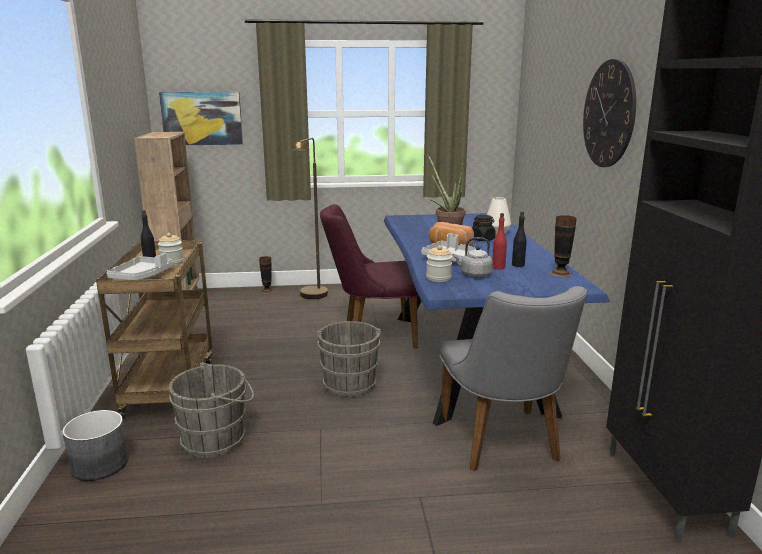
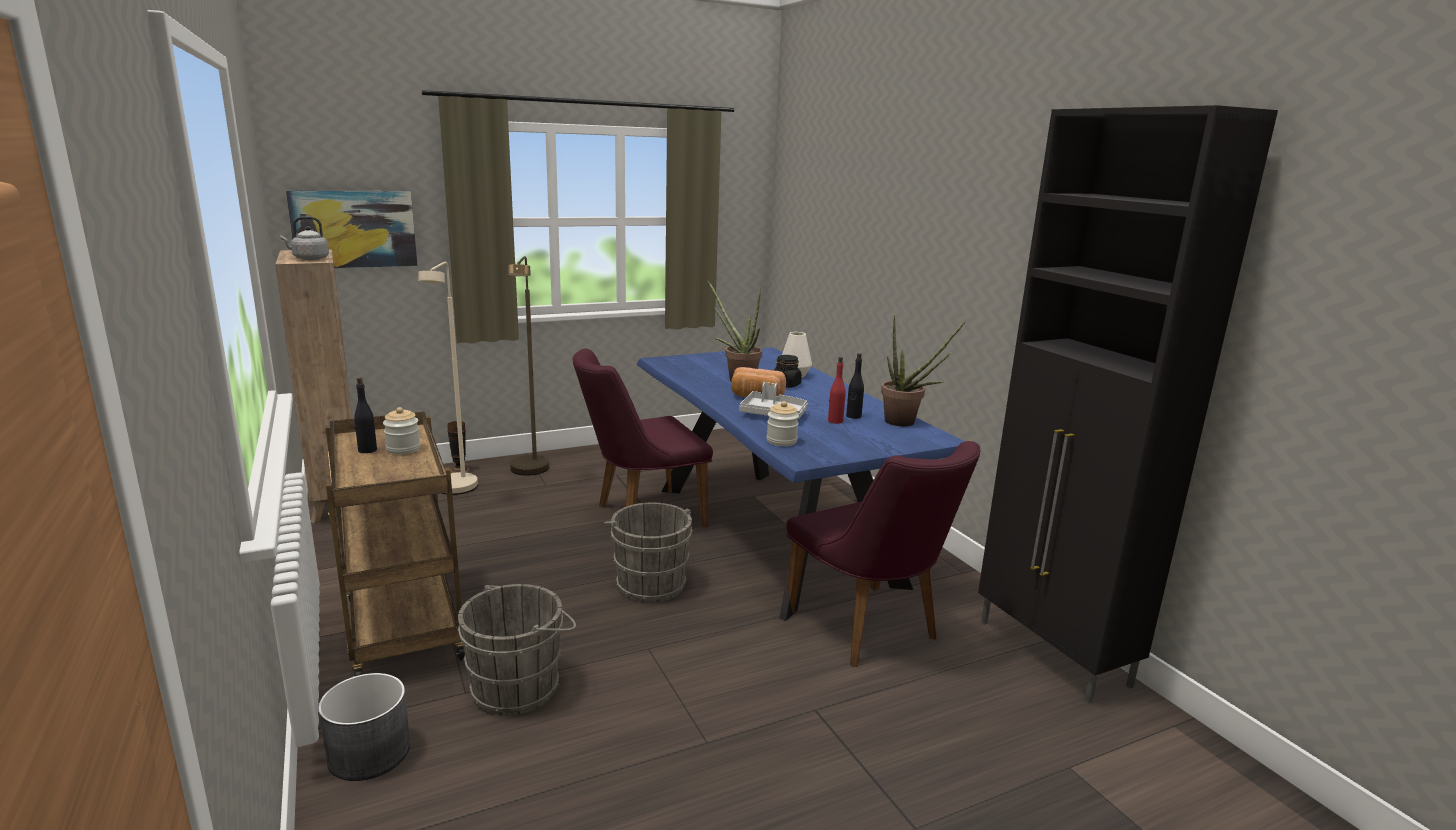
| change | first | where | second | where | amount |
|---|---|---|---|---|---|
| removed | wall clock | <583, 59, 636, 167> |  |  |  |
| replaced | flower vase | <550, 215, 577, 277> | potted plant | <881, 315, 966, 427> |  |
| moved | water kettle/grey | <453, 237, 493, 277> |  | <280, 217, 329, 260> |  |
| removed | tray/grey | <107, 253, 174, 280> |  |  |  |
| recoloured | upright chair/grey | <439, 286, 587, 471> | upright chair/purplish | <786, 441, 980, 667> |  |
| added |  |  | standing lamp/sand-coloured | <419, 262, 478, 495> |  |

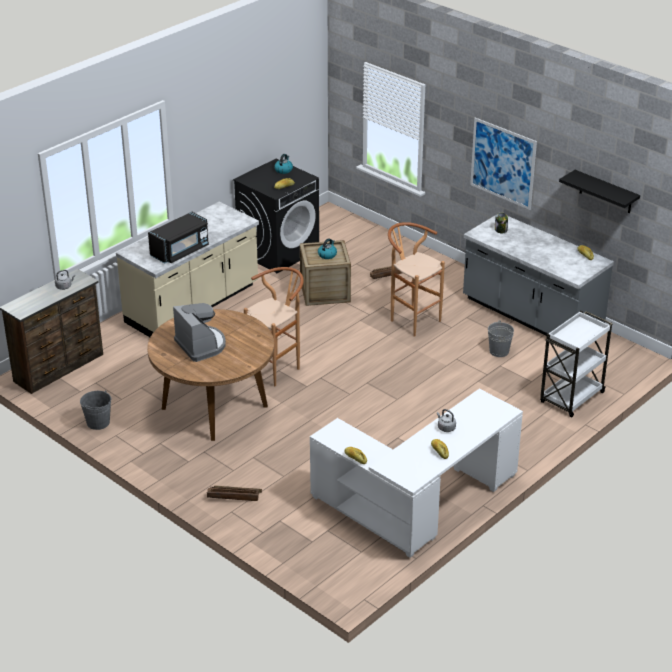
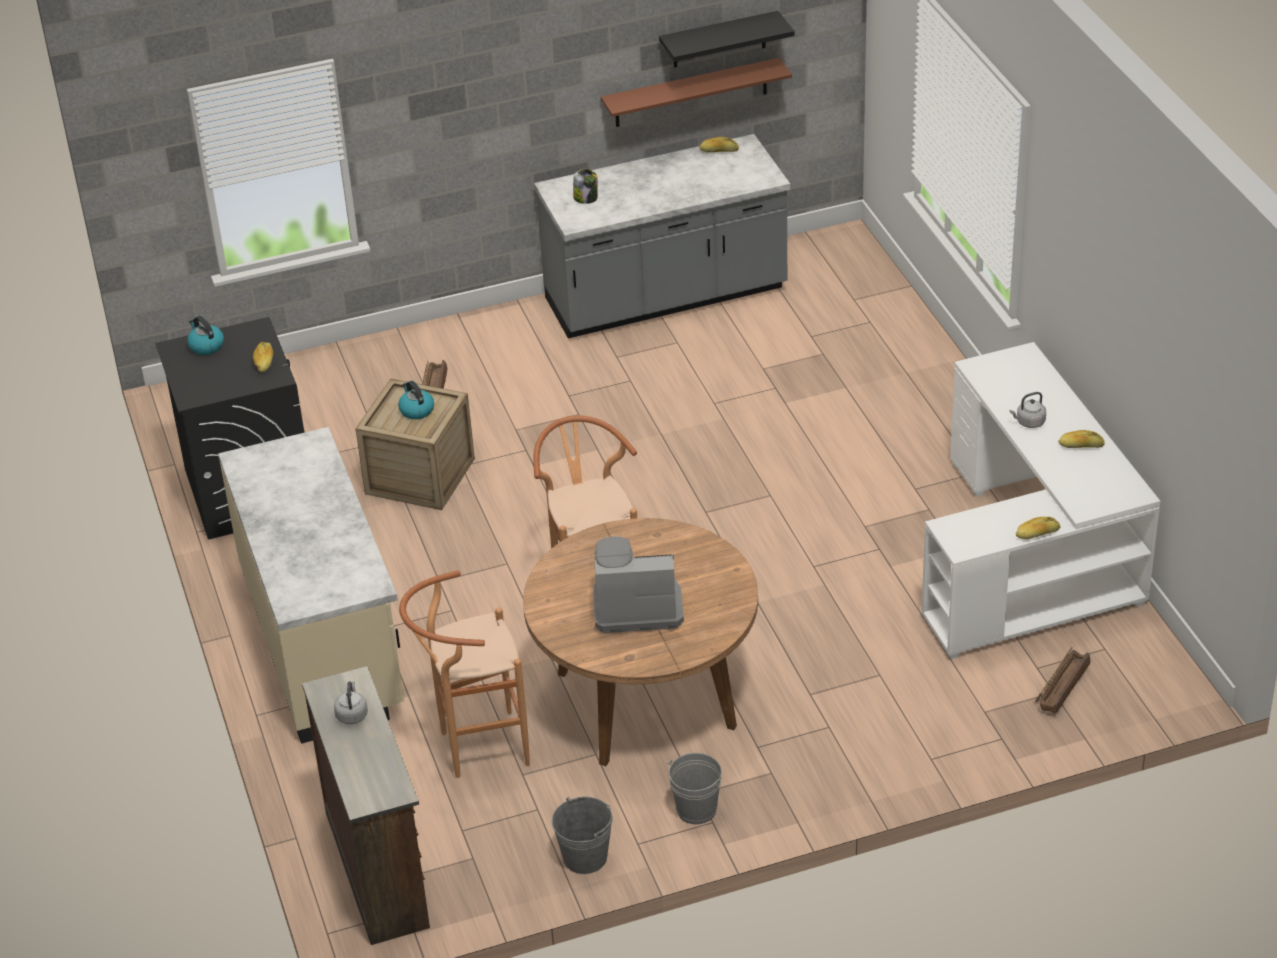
| change | first | where | second | where | amount |
|---|---|---|---|---|---|
| removed | wall picture | <470, 118, 537, 210> |  |  |  |
| removed | kitchen microwave/black | <148, 212, 209, 263> |  |  |  |
| moved | stool seat/brown-coloured | <388, 222, 445, 337> |  | <399, 570, 530, 778> |  |
| removed | wheeled cart/white | <540, 311, 613, 417> |  |  |  |
| moved | water bucket/grey | <488, 320, 514, 357> |  | <667, 753, 722, 825> |  |
| moved | packing crate | <207, 486, 262, 501> |  | <1035, 647, 1090, 713> |  |
| added |  |  | shelf/brown-coloured | <601, 58, 792, 127> |  |

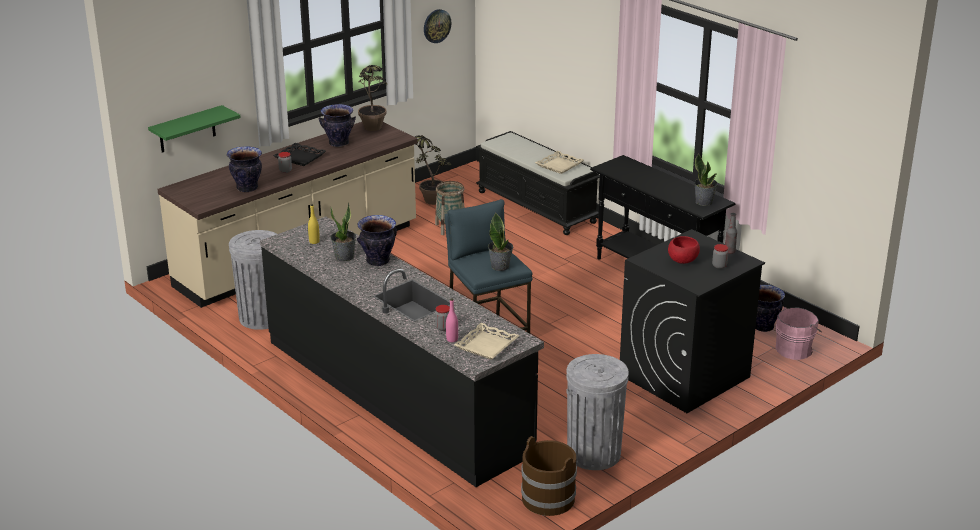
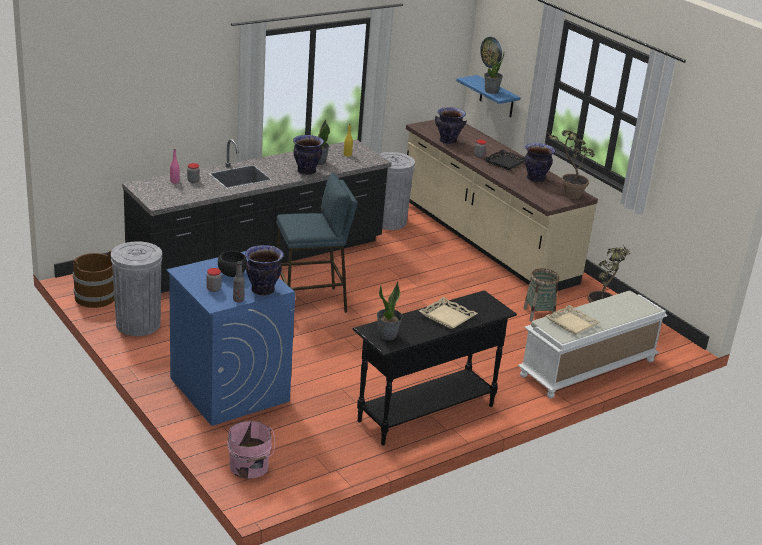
| change | first | where | second | where | amount |
|---|---|---|---|---|---|
| moved | wall clock | <424, 9, 451, 43> |  | <480, 37, 502, 68> |  |
| recoloured | shelf/green-coloured | <148, 105, 241, 153> | shelf/blue-coloured | <456, 75, 520, 118> |  |
| recoloured | long seat/black | <476, 131, 600, 235> | long seat/white | <518, 291, 668, 399> |  |
| moved | potted plant | <488, 213, 513, 271> |  | <484, 50, 504, 94> |  |
| recoloured | laundry appliance/black | <620, 229, 765, 413> | laundry appliance/blue-coloured | <166, 251, 295, 426> |  |
| recoloured | bowl/red | <668, 236, 700, 264> | bowl/black | <218, 251, 247, 277> |  |
| moved | flower vase | <755, 285, 785, 332> |  | <245, 245, 284, 296> |  |
| moved | tray/sand-coloured | <454, 323, 520, 360> |  | <419, 297, 478, 329> |  |

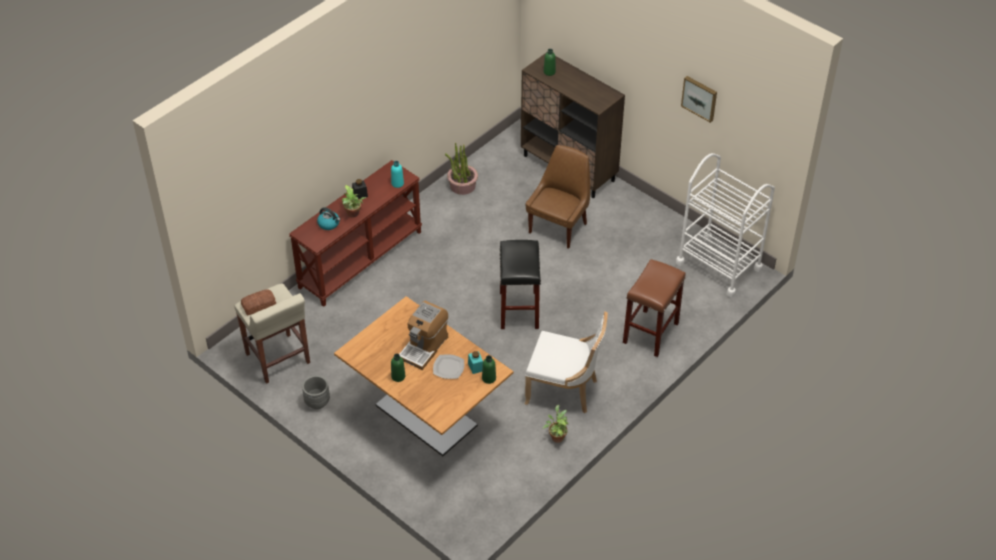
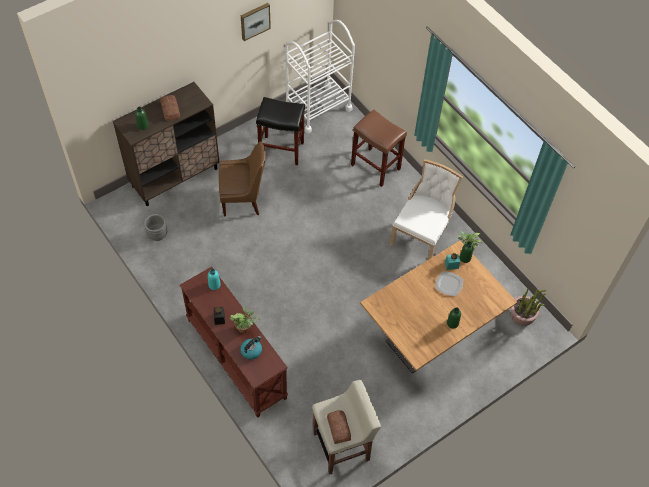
| change | first | where | second | where | amount |
|---|---|---|---|---|---|
| moved | potted plant | <445, 143, 478, 195> |  | <511, 288, 546, 326> |  |
| turned | upright chair/brown-coloured | <526, 145, 590, 249> |  | <219, 141, 266, 216> | 135 degrees clockwise |
| moved | stool seat/black | <500, 240, 541, 329> |  | <256, 97, 305, 165> |  |
| removed | coffee maker | <399, 301, 448, 370> |  |  |  |
| moved | plant pot/grey | <302, 375, 330, 409> |  | <144, 214, 167, 241> |  |
| added |  |  | baked bread | <160, 95, 180, 121> |  |

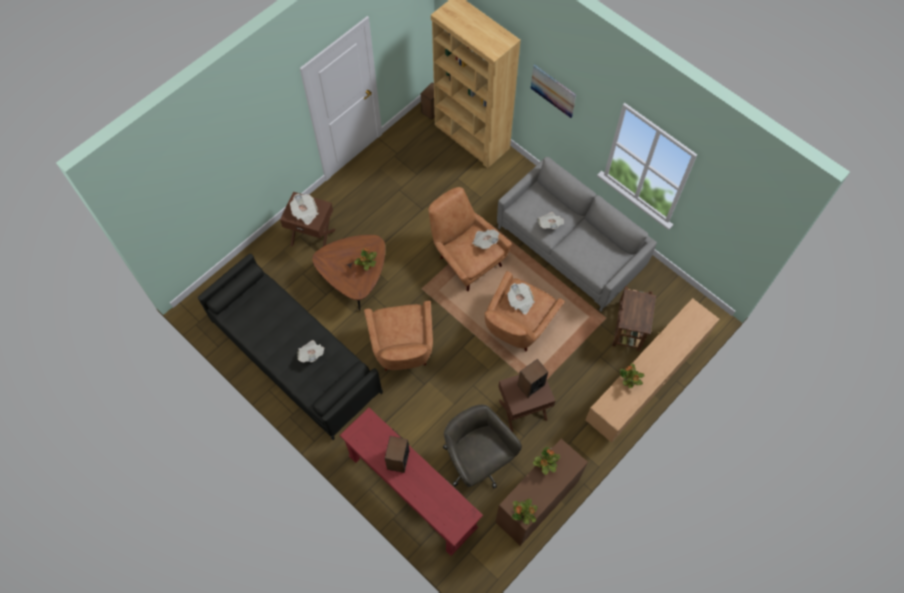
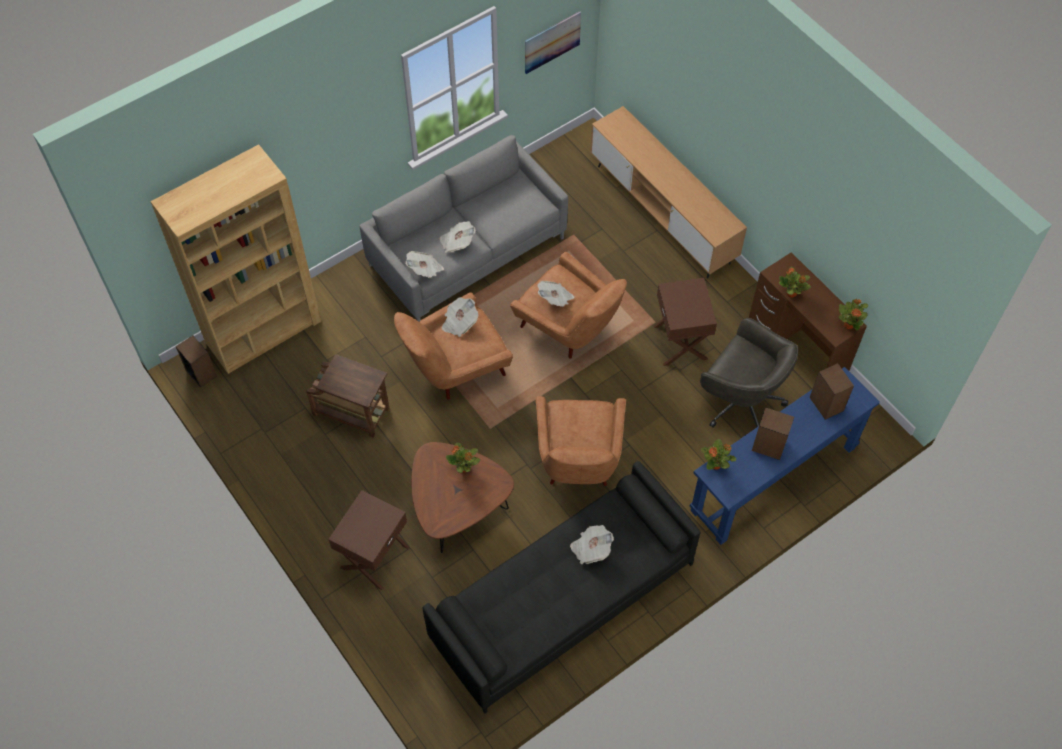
| change | first | where | second | where | amount |
|---|---|---|---|---|---|
| moved | wall picture | <531, 64, 576, 118> |  | <525, 11, 581, 74> |  |
| moved | printed paper | <290, 194, 319, 225> |  | <405, 251, 444, 278> |  |
| moved | end table/brown-coloured | <612, 286, 656, 352> |  | <306, 354, 389, 438> |  |
| turned | armchair/brown-coloured | <364, 301, 433, 371> |  | <535, 396, 626, 486> | 90 degrees clockwise |
| moved | speaker | <517, 359, 548, 397> |  | <810, 363, 854, 420> |  |
| moved | potted plant | <620, 363, 645, 388> |  | <701, 439, 736, 470> |  |
| turned | office chair/grey | <443, 405, 522, 488> |  | <700, 318, 798, 428> | 120 degrees counterclockwise |
| recoloured | narrow table/red | <340, 407, 483, 556> | narrow table/blue-coloured | <689, 367, 880, 545> |  |

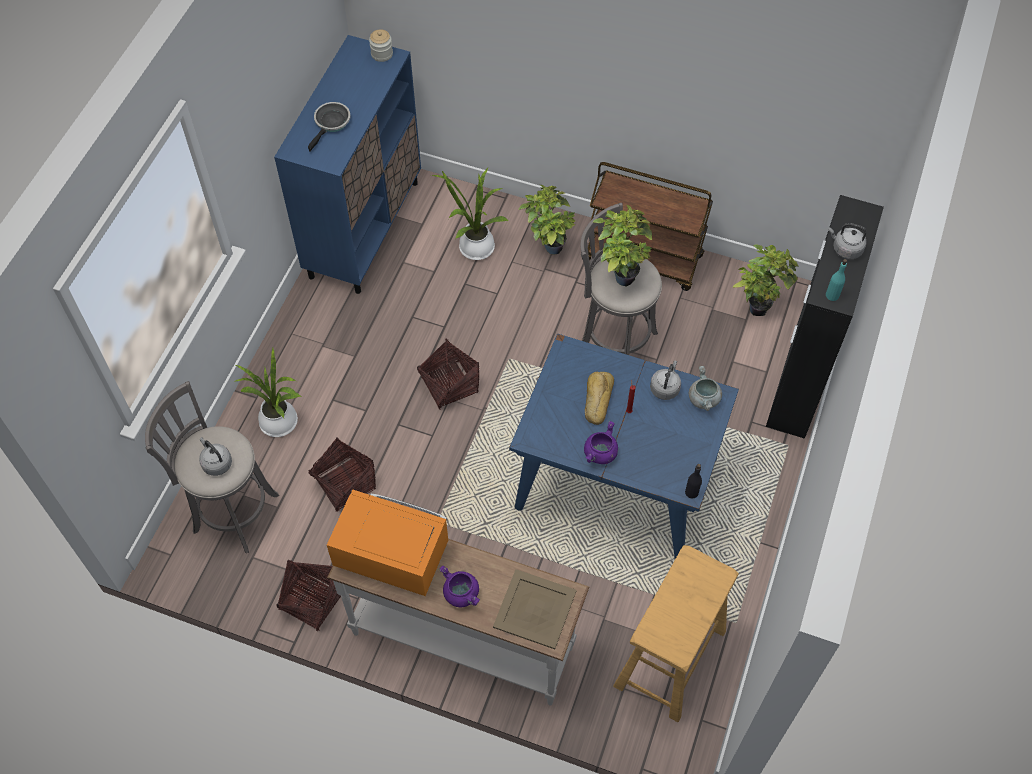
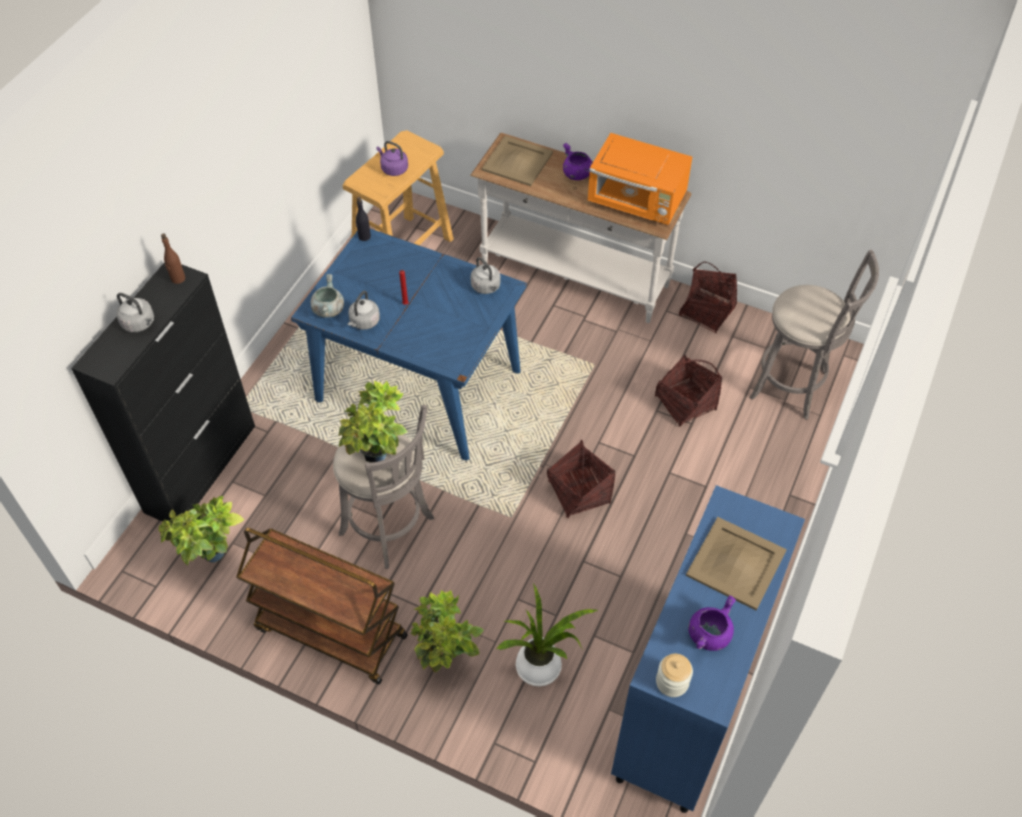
| change | first | where | second | where | amount |
|---|---|---|---|---|---|
| replaced | pan | <308, 102, 351, 151> | tray/sand-coloured | <686, 517, 787, 610> |  |
| recoloured | beverage bottle/blue-green | <826, 259, 847, 301> | beverage bottle/brown-coloured | <161, 233, 185, 284> |  |
| removed | potted plant | <234, 348, 301, 437> |  |  |  |
| removed | baked bread | <585, 372, 614, 425> |  |  |  |
| moved | saucepot/purplish | <584, 421, 618, 464> |  | <688, 595, 736, 651> |  |
| moved | water kettle/grey | <199, 437, 232, 476> |  | <471, 257, 501, 294> |  |
| added |  |  | water kettle/purplish | <376, 141, 408, 176> |  |

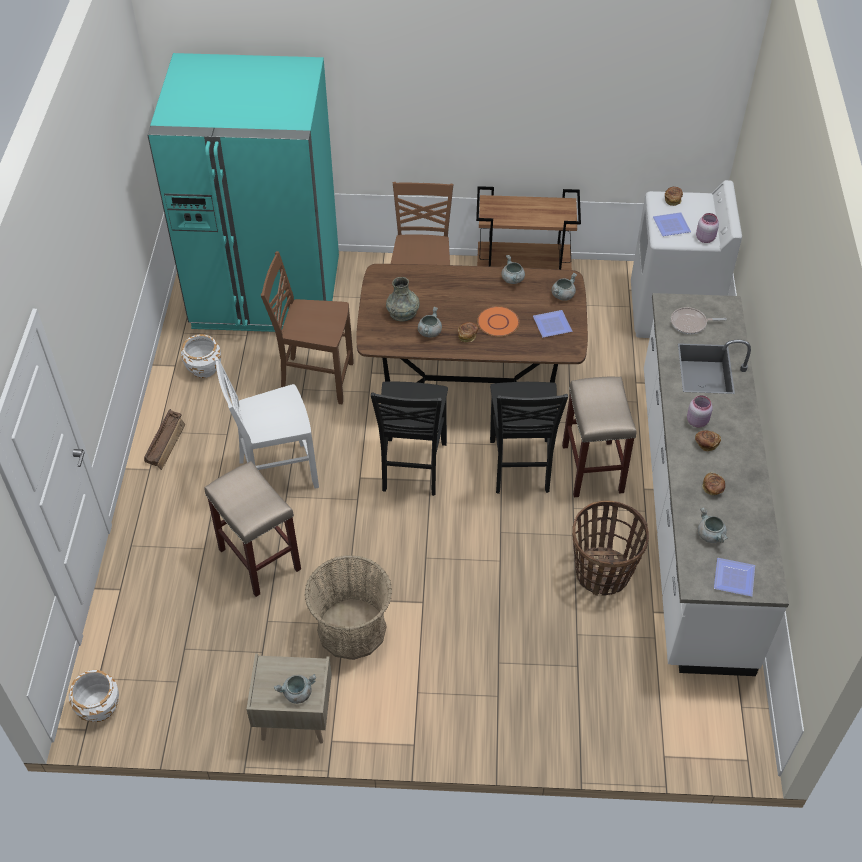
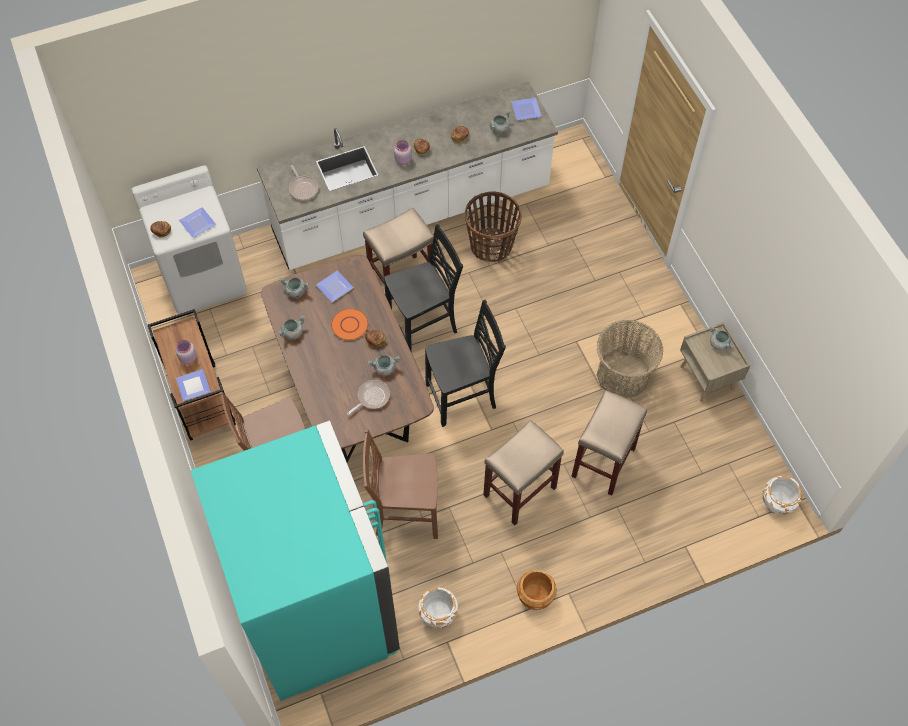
| change | first | where | second | where | amount |
|---|---|---|---|---|---|
| moved | storage jar/pinkish | <696, 213, 719, 243> |  | <175, 340, 197, 364> |  |
| turned | upright chair/brown-coloured | <261, 251, 354, 404> |  | <363, 429, 438, 539> | 105 degrees clockwise |
| replaced | flower vase/grey | <386, 277, 420, 322> | pan | <347, 380, 390, 415> |  |
| replaced | upright chair/white | <214, 358, 319, 489> | stool seat/sand-coloured | <483, 420, 564, 525> |  |
| replaced | packing crate | <144, 409, 185, 470> | plant pot/brown-coloured | <517, 570, 557, 610> |  |
| added |  |  | dinner plate | <176, 369, 211, 401> |  |

